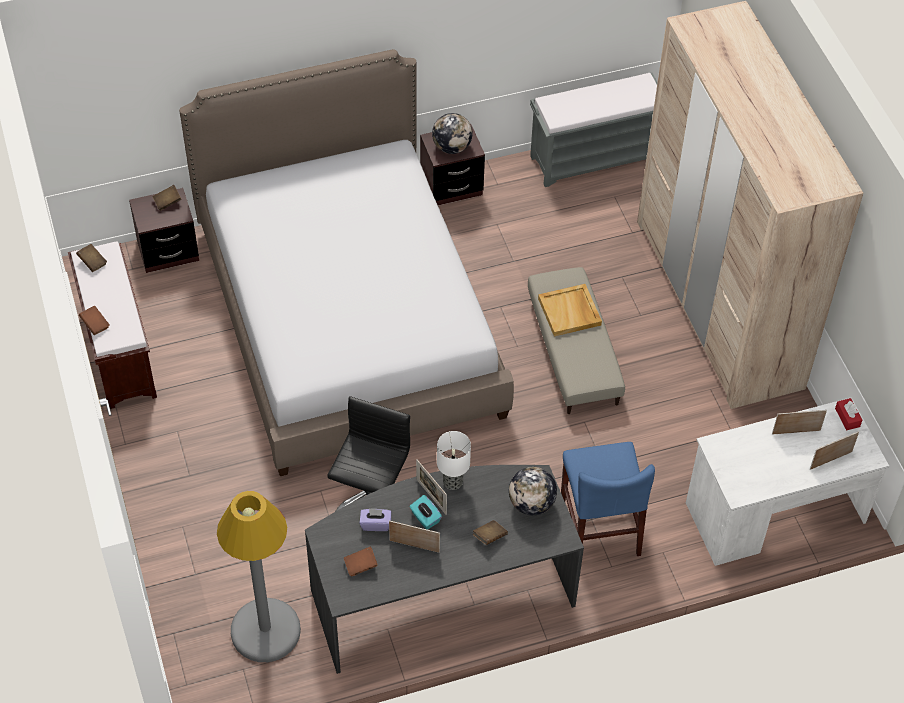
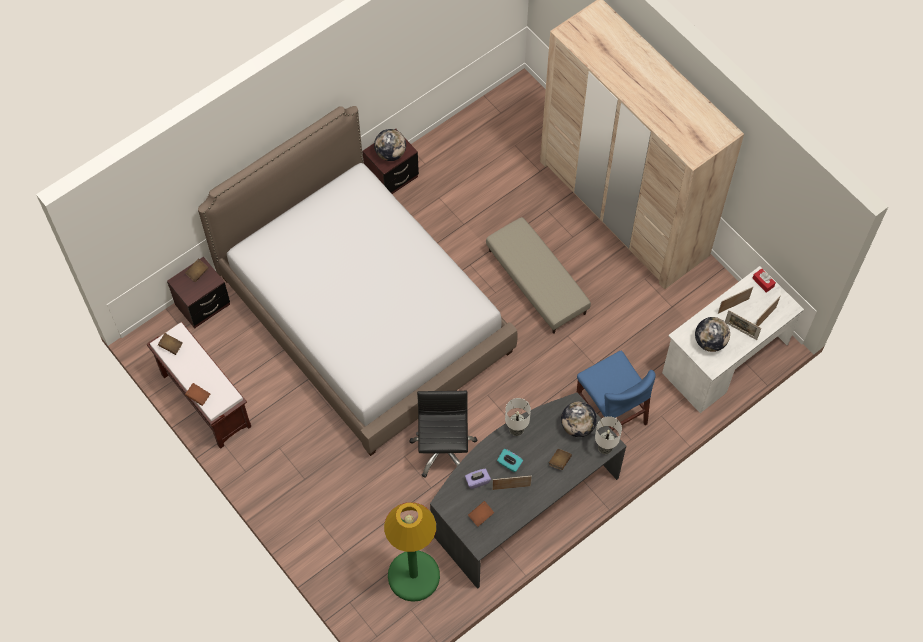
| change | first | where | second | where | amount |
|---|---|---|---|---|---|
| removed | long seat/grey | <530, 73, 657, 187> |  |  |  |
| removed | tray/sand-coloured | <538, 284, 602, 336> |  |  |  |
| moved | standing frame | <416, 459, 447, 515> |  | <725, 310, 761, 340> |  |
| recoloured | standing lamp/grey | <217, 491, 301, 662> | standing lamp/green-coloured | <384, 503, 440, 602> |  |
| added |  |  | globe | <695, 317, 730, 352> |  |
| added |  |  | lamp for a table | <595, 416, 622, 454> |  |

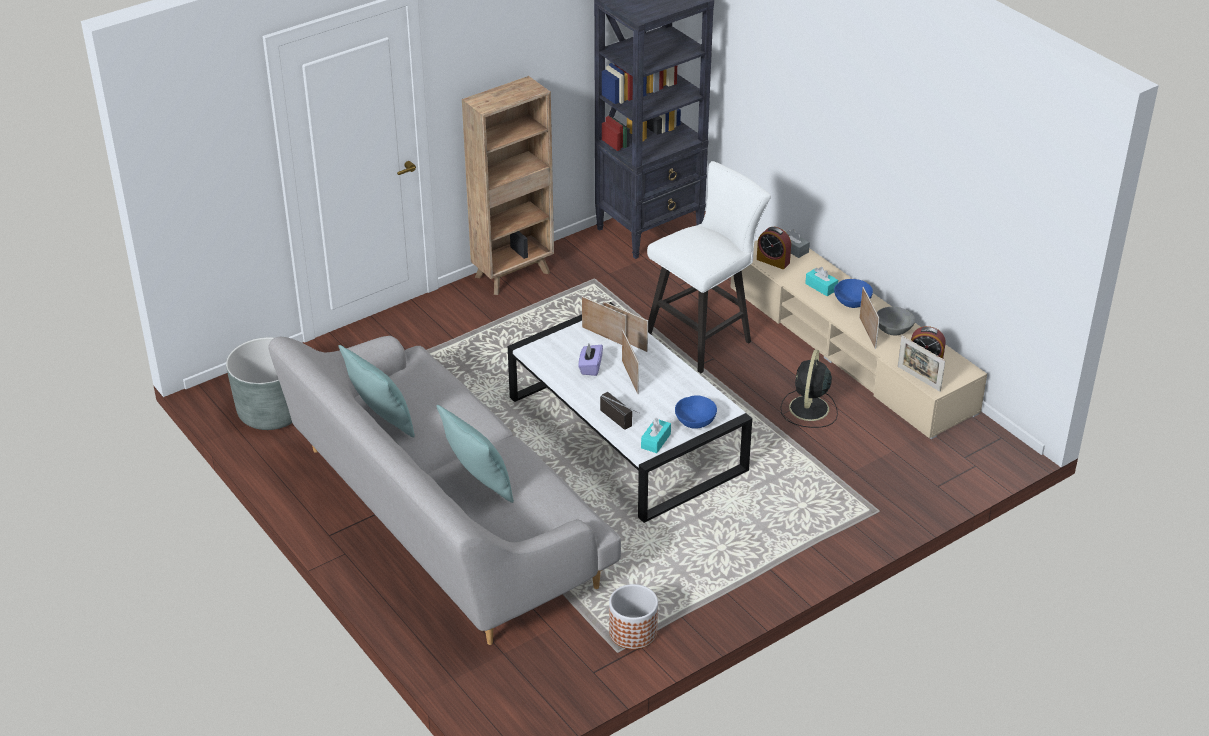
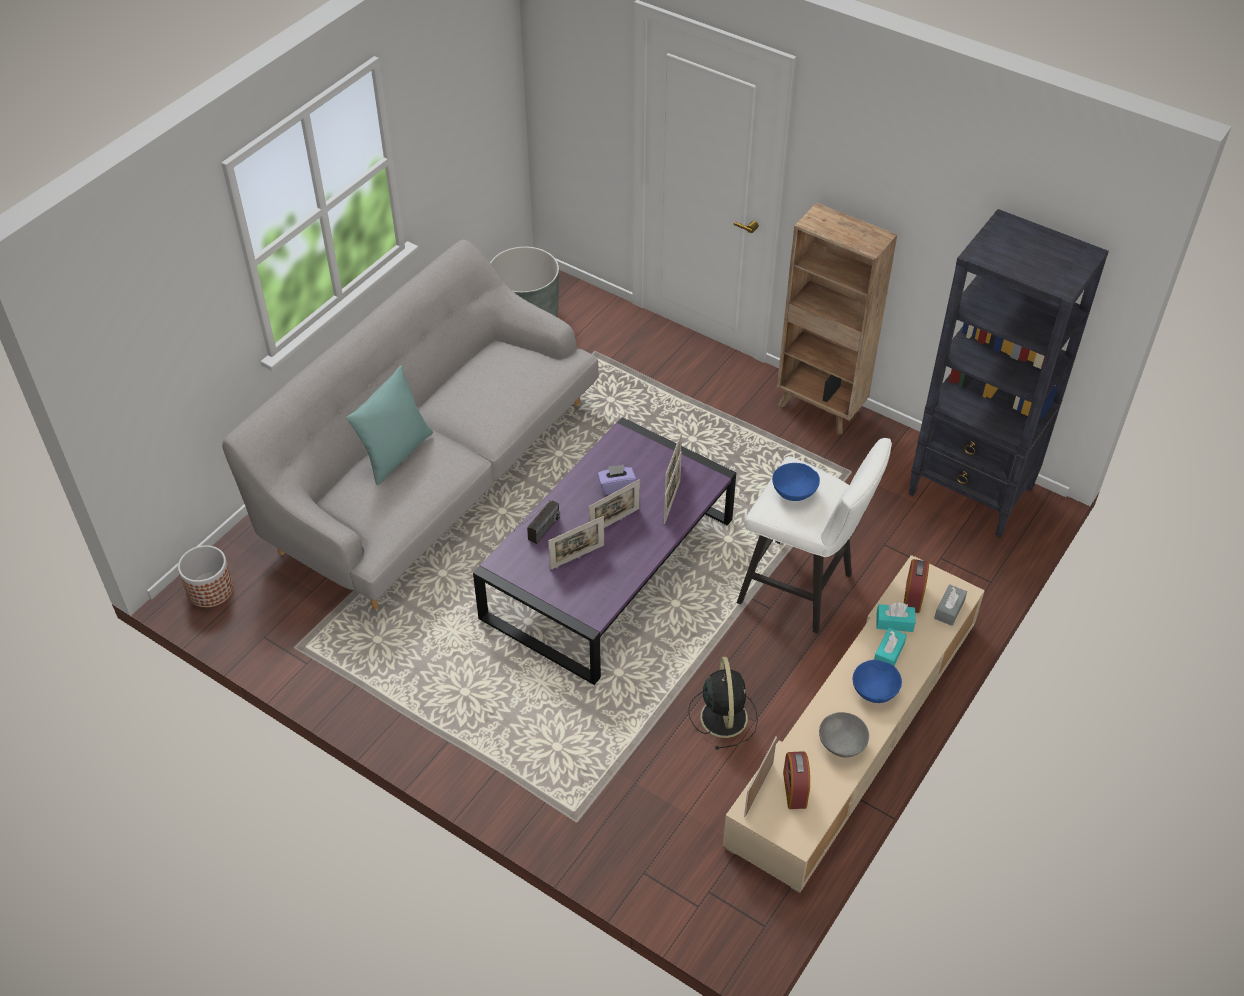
| change | first | where | second | where | amount |
|---|---|---|---|---|---|
| moved | standing frame | <859, 287, 880, 349> |  | <548, 516, 604, 570> |  |
| recoloured | low table/white | <508, 302, 752, 523> | low table/purplish | <473, 417, 736, 685> |  |
| removed | pillow/blue-green | <339, 345, 415, 437> |  |  |  |
| turned | electric fan/black | <781, 350, 838, 428> |  | <688, 657, 758, 750> | 90 degrees clockwise |
| moved | bowl/blue-coloured | <675, 395, 717, 429> |  | <772, 463, 820, 501> |  |
| moved | box of tissues/blue-green | <641, 418, 671, 453> |  | <876, 602, 915, 632> |  |
| moved | plant pot | <609, 584, 658, 649> |  | <178, 545, 234, 608> |  |

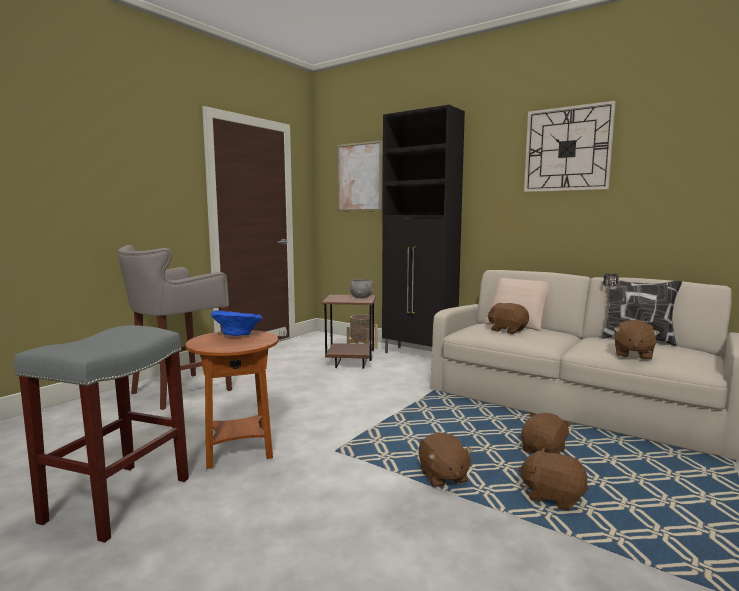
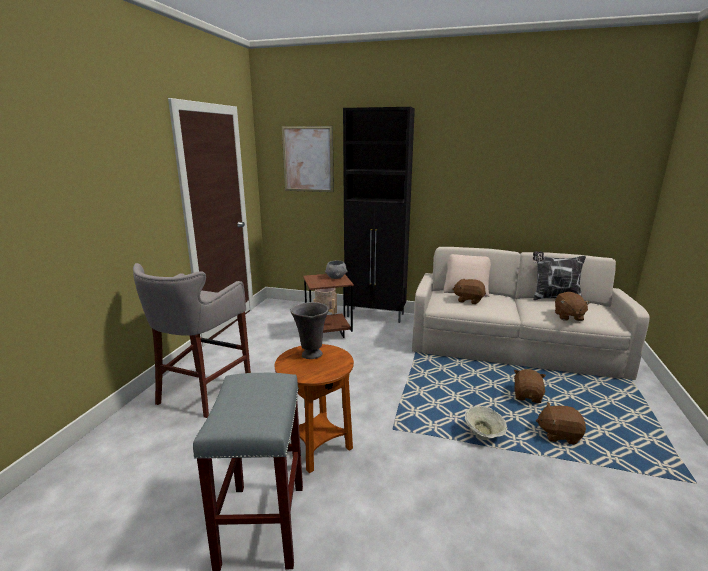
| change | first | where | second | where | amount |
|---|---|---|---|---|---|
| removed | wall clock | <524, 101, 616, 192> |  |  |  |
| replaced | bowl/blue-coloured | <211, 310, 263, 336> | flower vase/grey | <290, 302, 329, 359> |  |
| replaced | cuddly toy/brown-coloured | <419, 432, 473, 487> | bowl/sand-coloured | <465, 406, 507, 440> |  |

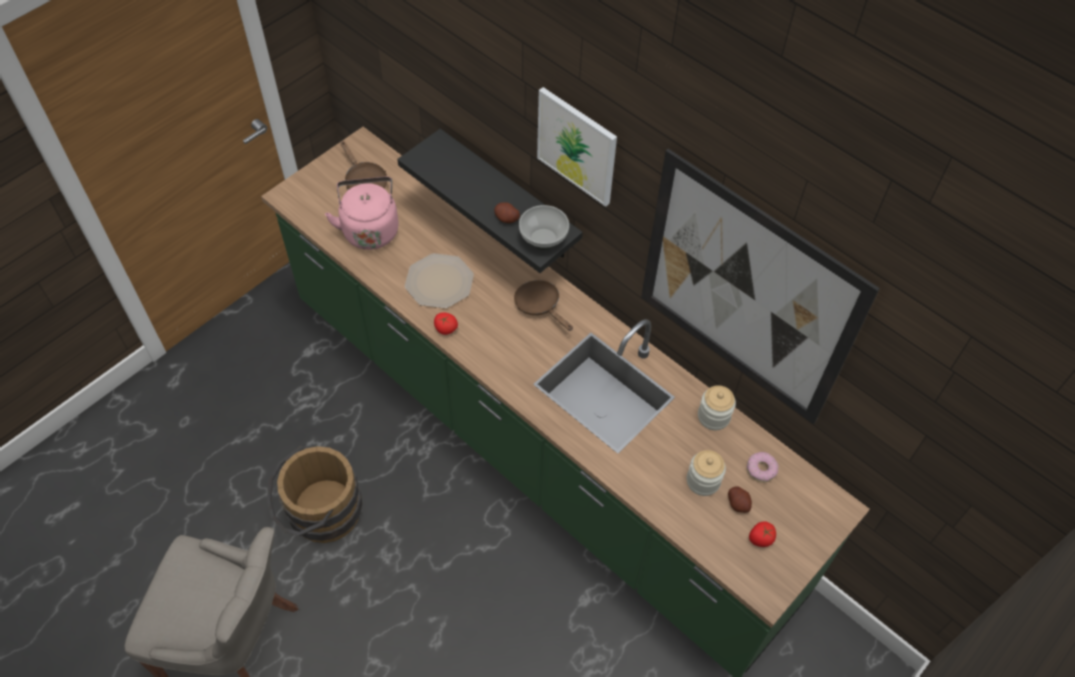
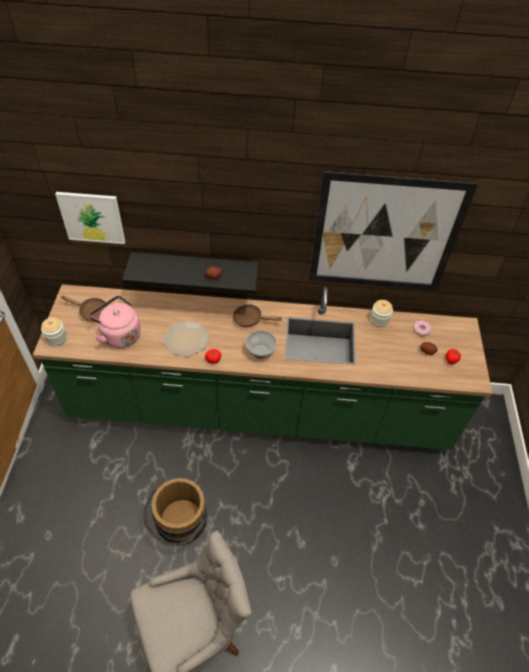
| change | first | where | second | where | amount |
|---|---|---|---|---|---|
| moved | wall picture | <537, 87, 617, 207> |  | <55, 192, 125, 244> |  |
| moved | bowl | <519, 205, 569, 250> |  | <245, 330, 277, 358> |  |
| moved | storage jar | <687, 450, 726, 496> |  | <41, 317, 67, 346> |  |

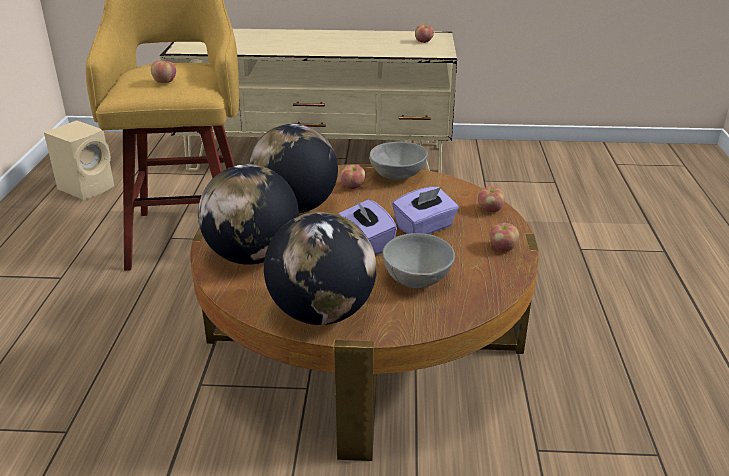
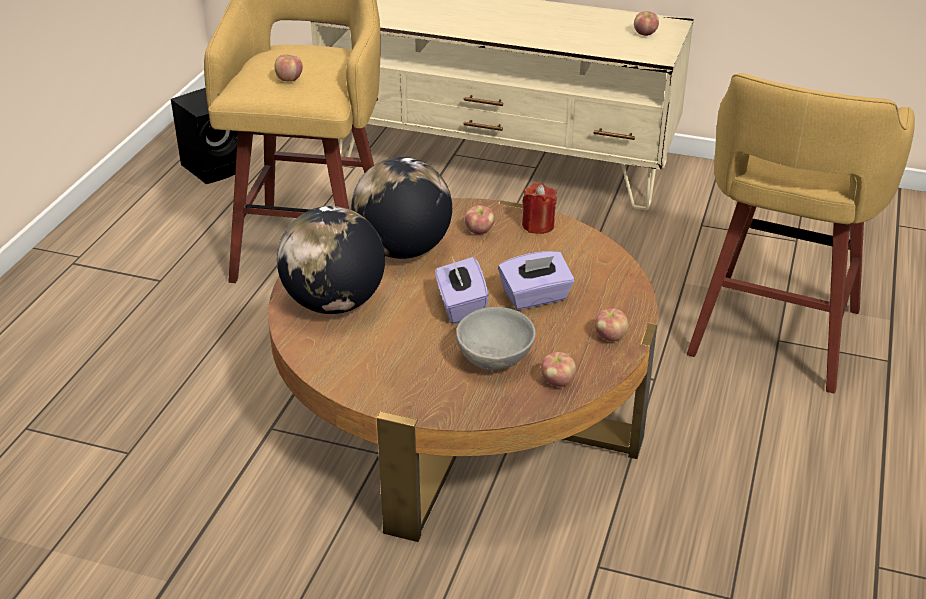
| change | first | where | second | where | amount |
|---|---|---|---|---|---|
| recoloured | speaker/sand-coloured | <44, 120, 114, 200> | speaker/black | <171, 88, 238, 184> |  |
| replaced | bowl/grey | <369, 142, 428, 180> | wax light/red | <522, 183, 557, 234> |  |
| moved | apple | <478, 187, 505, 213> |  | <541, 352, 576, 387> |  |
| removed | globe | <264, 212, 377, 325> |  |  |  |
| added |  |  | stool seat/yellow | <687, 73, 915, 393> |  |

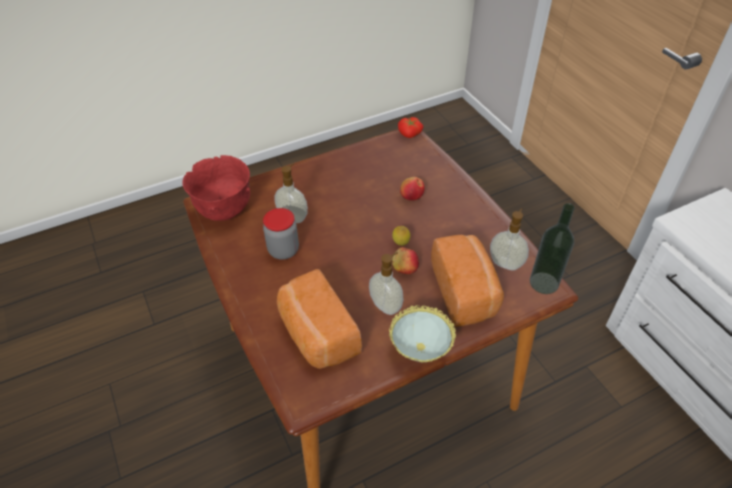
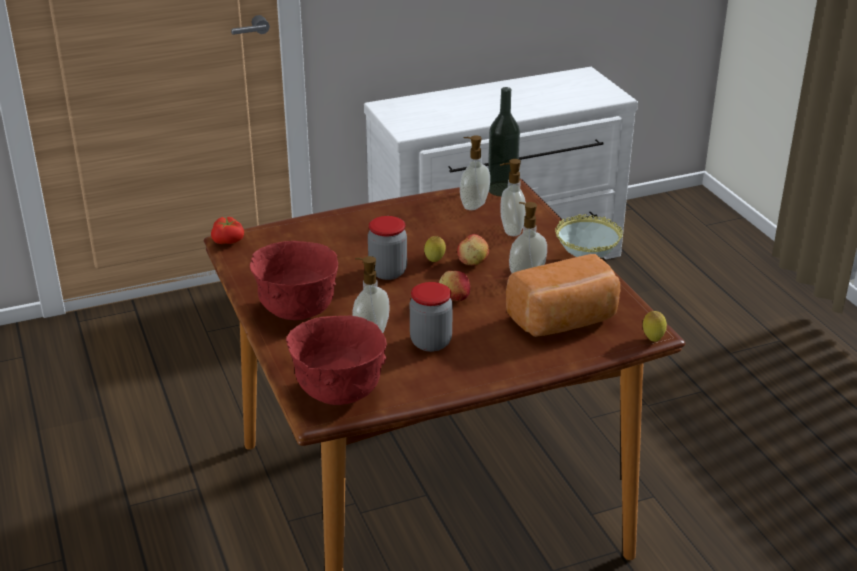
| change | first | where | second | where | amount |
|---|---|---|---|---|---|
| moved | apple | <400, 177, 425, 201> |  | <439, 271, 470, 301> |  |
| replaced | baked bread | <431, 235, 504, 327> | liquid soap bottle | <500, 159, 526, 236> |  |
| added |  |  | storage jar | <368, 216, 407, 280> |  |
| added |  |  | bowl/red | <250, 241, 338, 320> |  |
| added |  |  | lemon | <643, 311, 667, 342> |  |

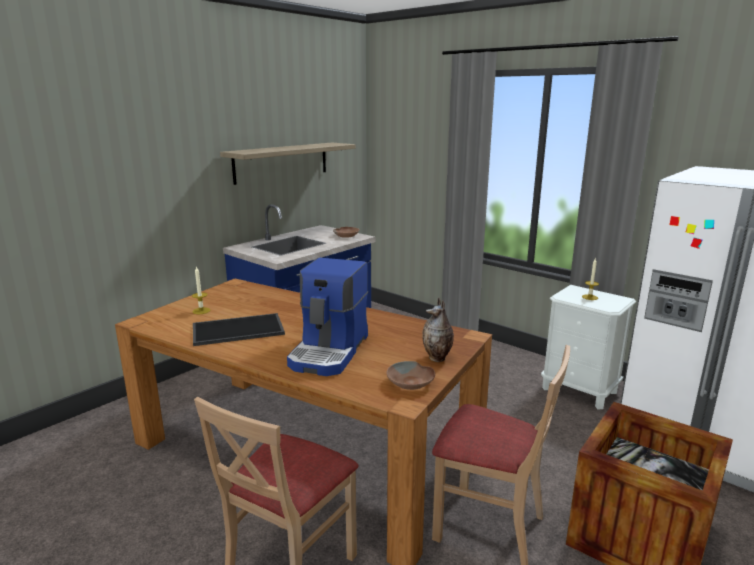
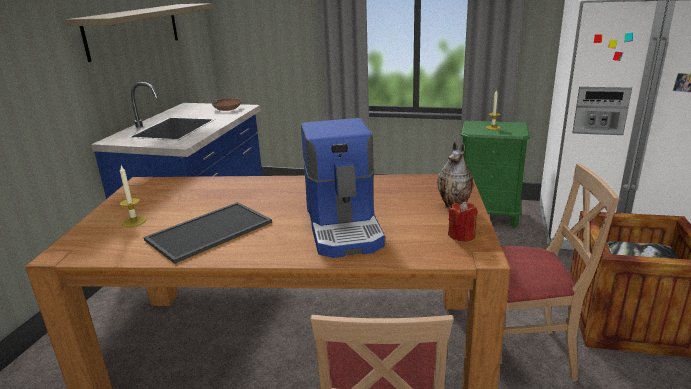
| change | first | where | second | where | amount |
|---|---|---|---|---|---|
| recoloured | night table/white | <541, 285, 636, 409> | night table/green-coloured | <461, 121, 530, 227> |  |
| replaced | bowl/brown-coloured | <386, 361, 435, 390> | wax light/red | <448, 201, 478, 242> |  |

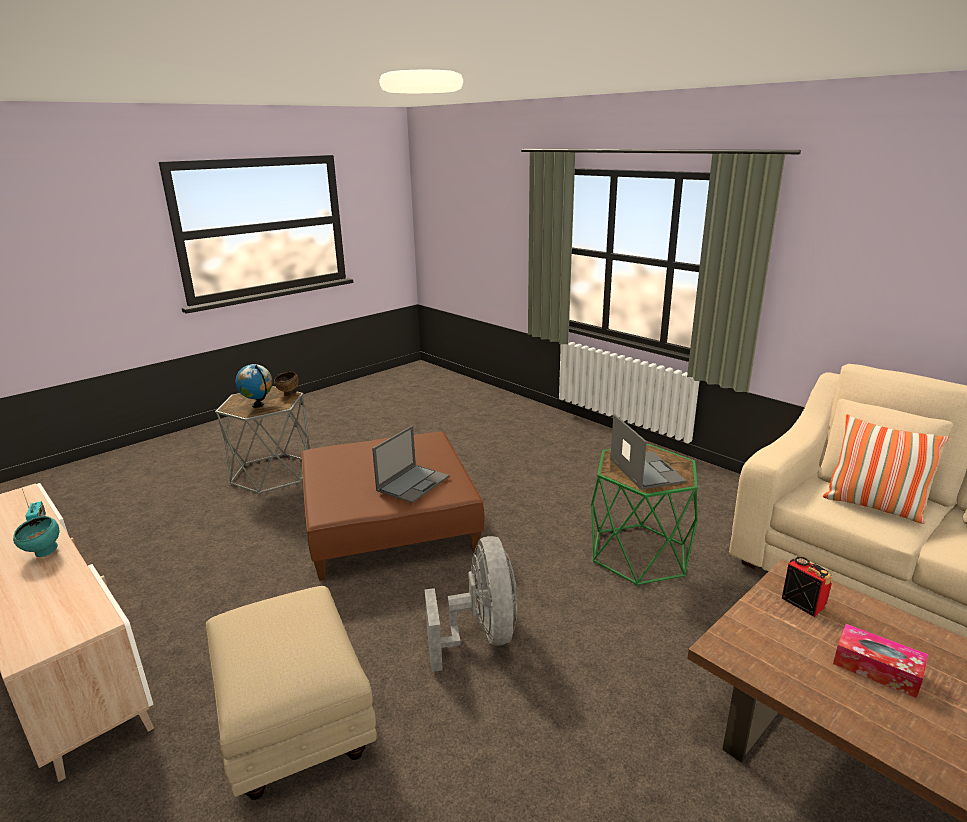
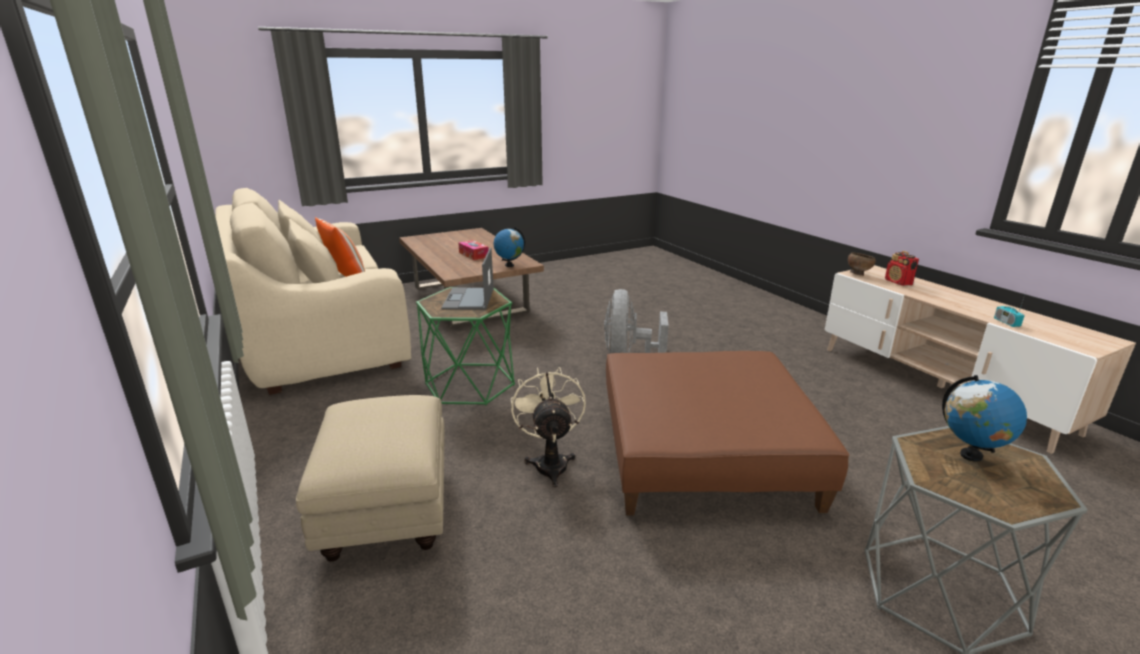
| change | first | where | second | where | amount |
|---|---|---|---|---|---|
| moved | bowl/brown-coloured | <274, 372, 299, 396> |  | <848, 252, 876, 276> |  |
| removed | laptop | <372, 426, 449, 503> |  |  |  |
| removed | bowl/blue-green | <13, 516, 59, 557> |  |  |  |
| moved | radio receiver | <782, 556, 832, 617> |  | <885, 251, 919, 286> |  |
| moved | pouffe/sand-coloured | <206, 586, 377, 800> |  | <296, 395, 444, 562> |  |
| added |  |  | globe | <494, 227, 525, 267> |  |
| added |  |  | electric fan/sand-coloured | <511, 367, 586, 487> |  |

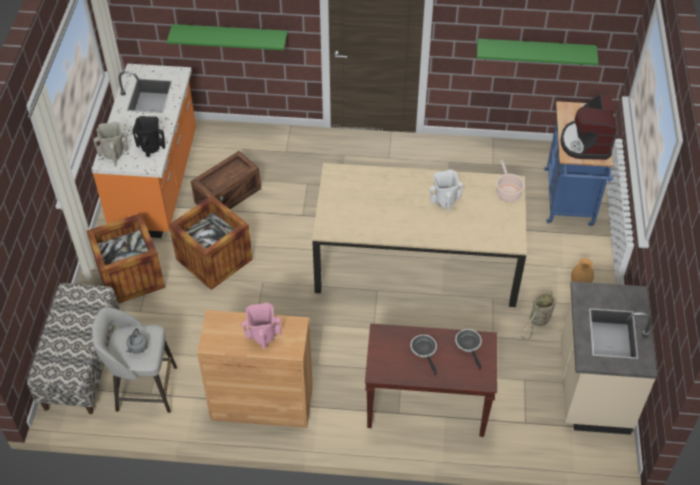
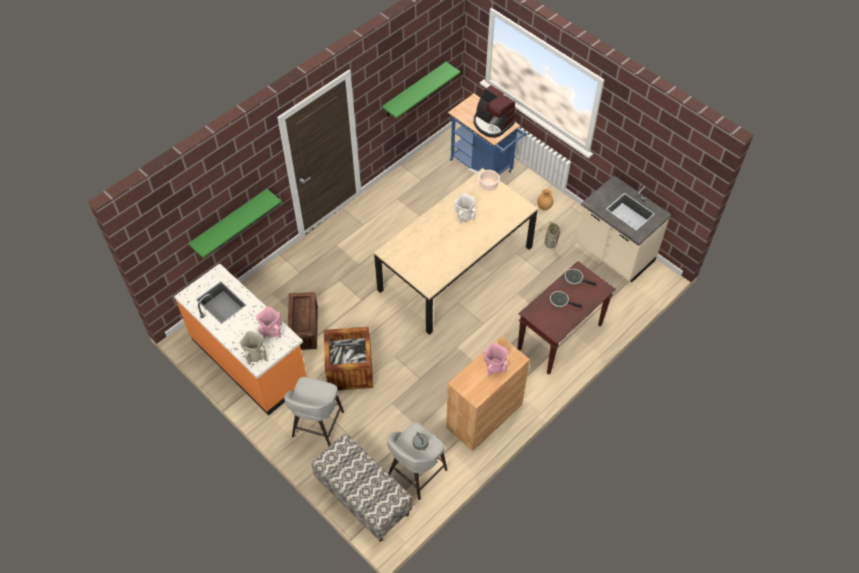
| change | first | where | second | where | amount |
|---|---|---|---|---|---|
| recoloured | flower vase/black | <132, 116, 165, 157> | flower vase/pinkish | <256, 307, 282, 338> |  |
| replaced | packing crate | <86, 213, 165, 304> | stool seat/grey | <284, 377, 344, 446> |  |

